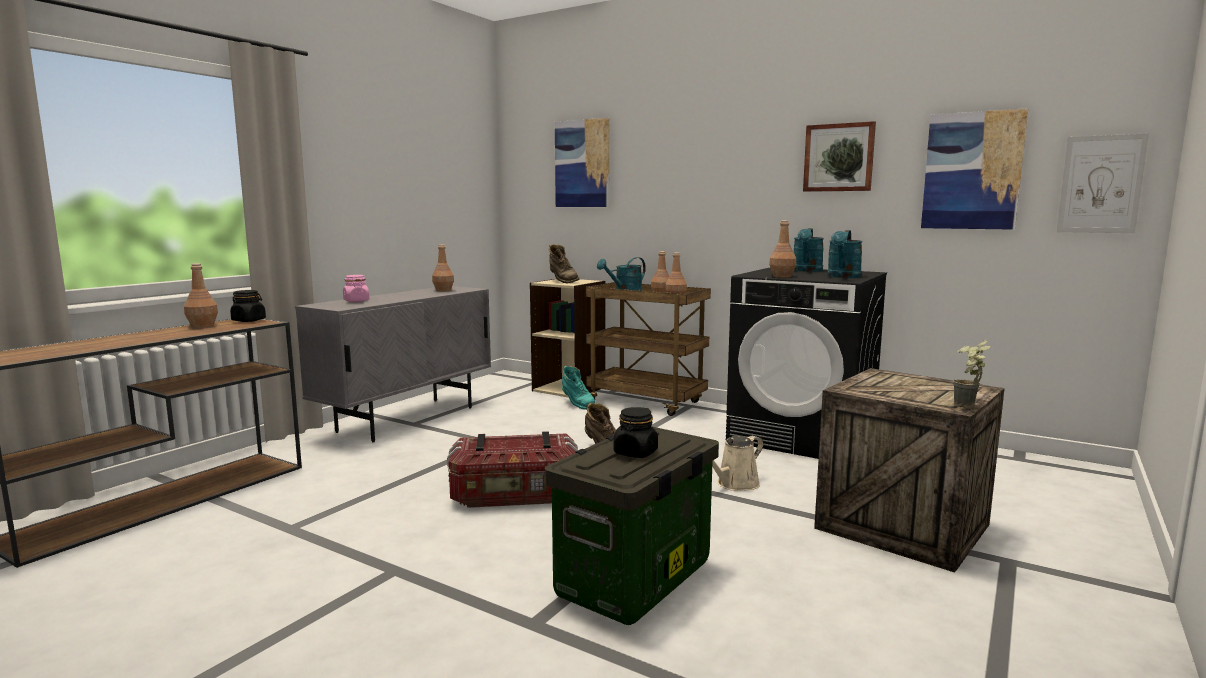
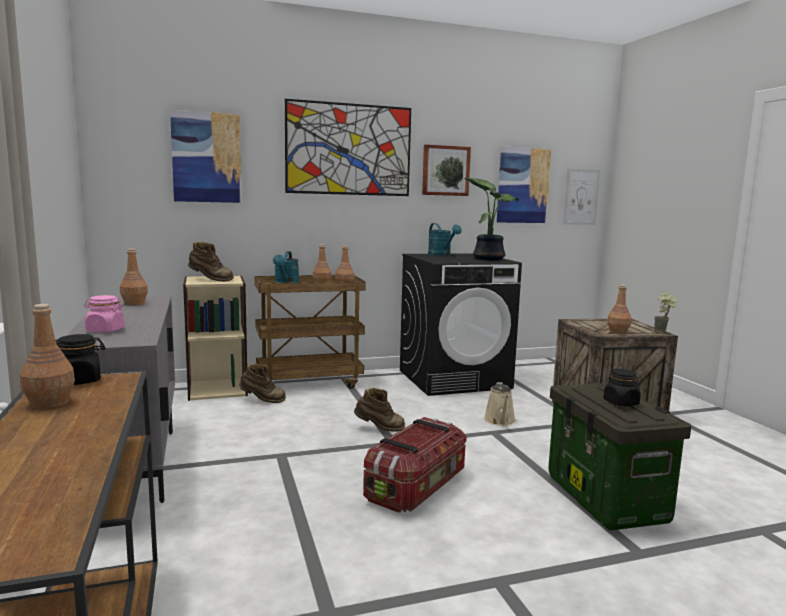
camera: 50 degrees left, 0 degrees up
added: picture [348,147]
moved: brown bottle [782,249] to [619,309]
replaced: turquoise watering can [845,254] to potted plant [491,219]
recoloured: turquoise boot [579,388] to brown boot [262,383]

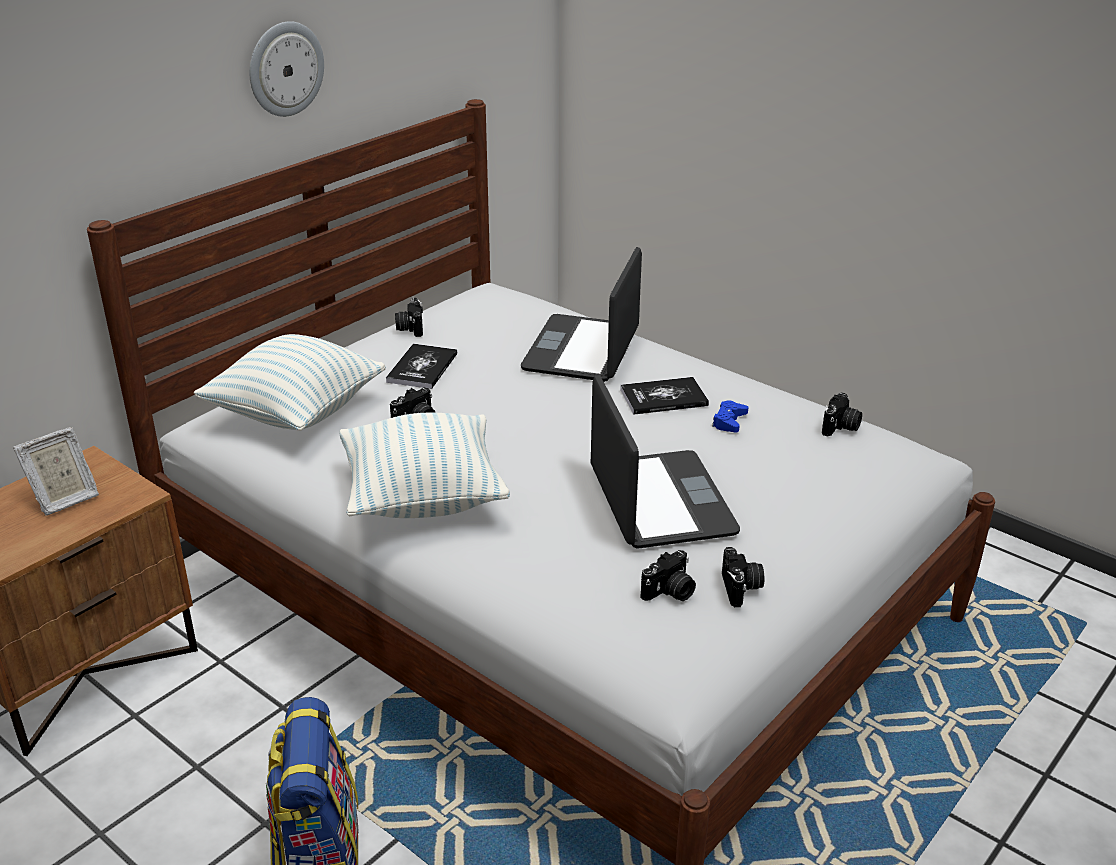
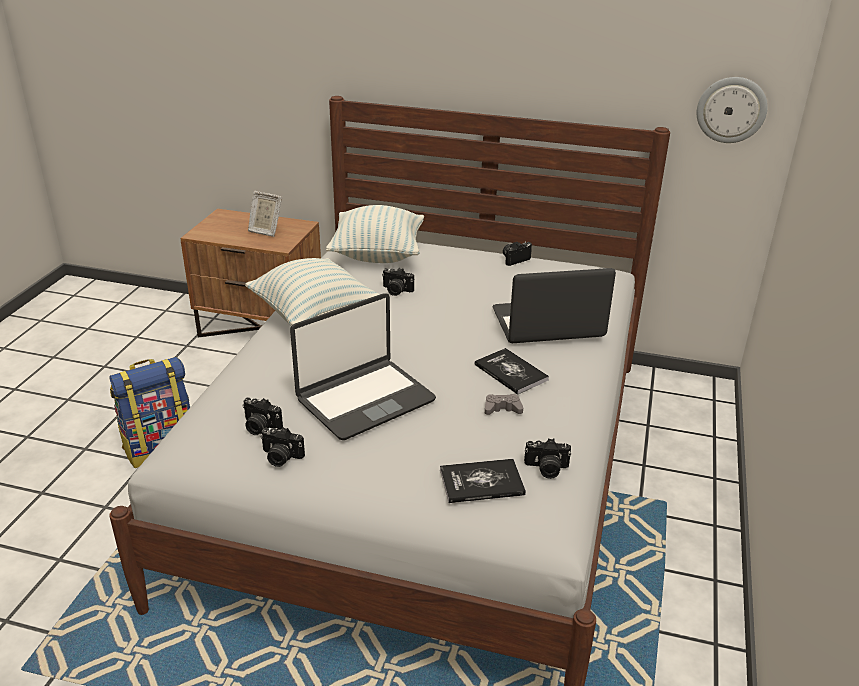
camera: 65 degrees right, 0 degrees up
moved: wall clock [287,69] to [732,110]; book [421,366] to [483,481]
recoloured: blue game controller [730,416] to grey game controller [504,404]
turned: photo camera [743,577] = [282,447] 45 degrees clockwise

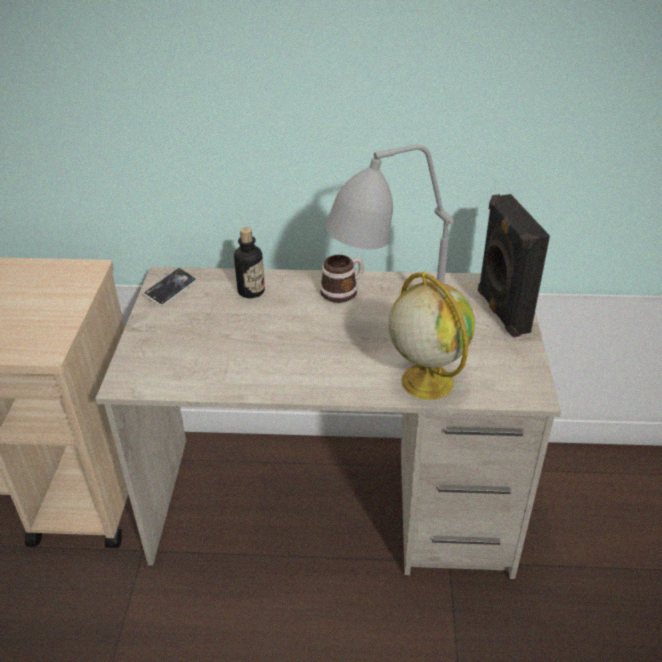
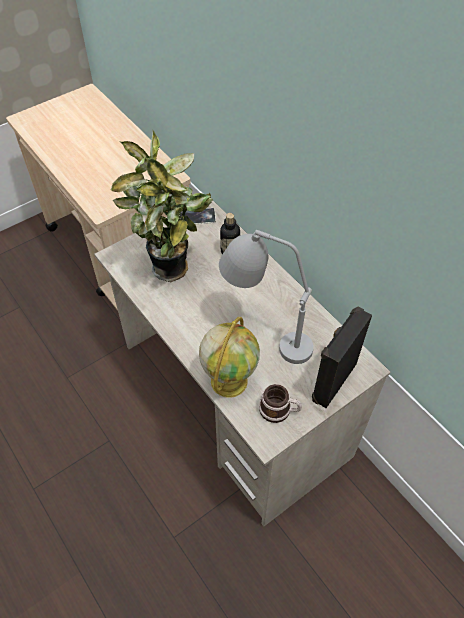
camera: 50 degrees right, 15 degrees up
added: potted plant [162,206]
moved: mug [342,279] to [280,403]

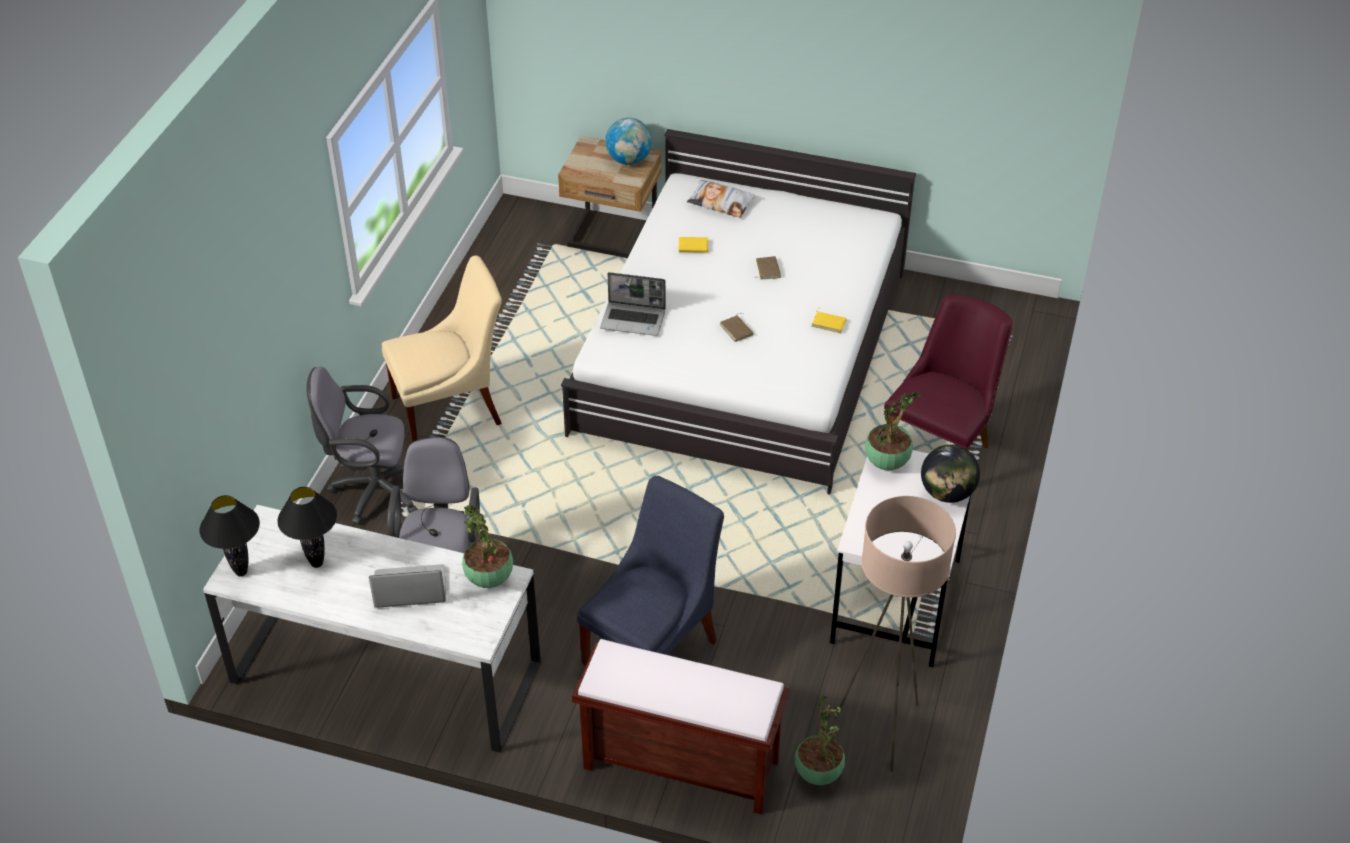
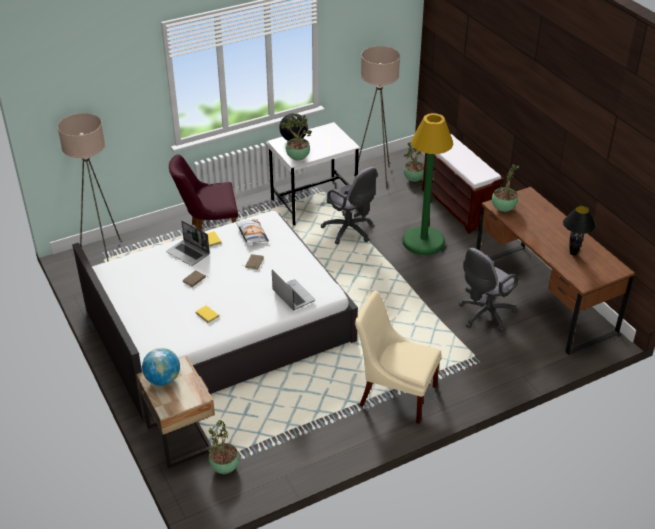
camera: 135 degrees left, 5 degrees down
removed: black table lamp [229,535]
added: beige floor lamp [89,187]; potted plant [223,447]
moved: grey office chair [362,446] to [349,206]; laptop [407,586] to [188,243]; pillow [721,199] to [252,232]
replaced: blue chair [650,571] to green floor lamp [428,184]
recoloured: white desk [372,629] to brown desk [555,271]

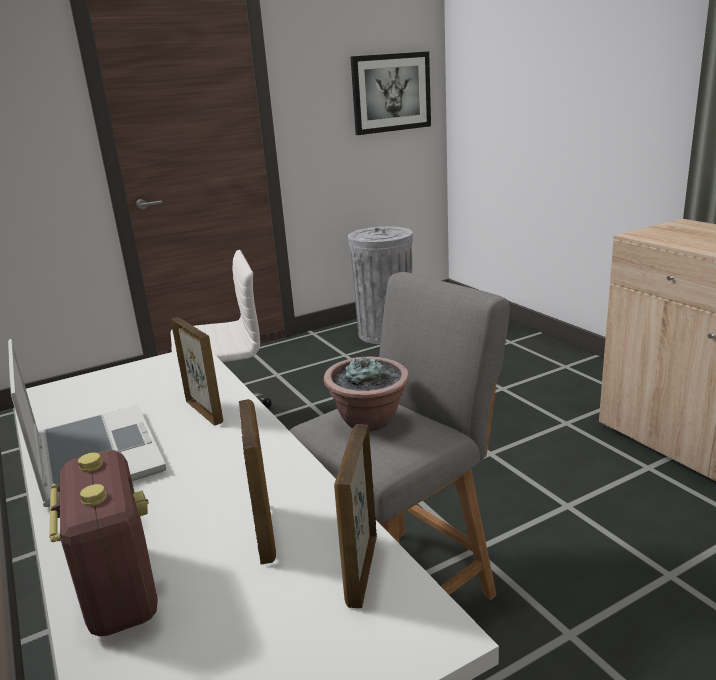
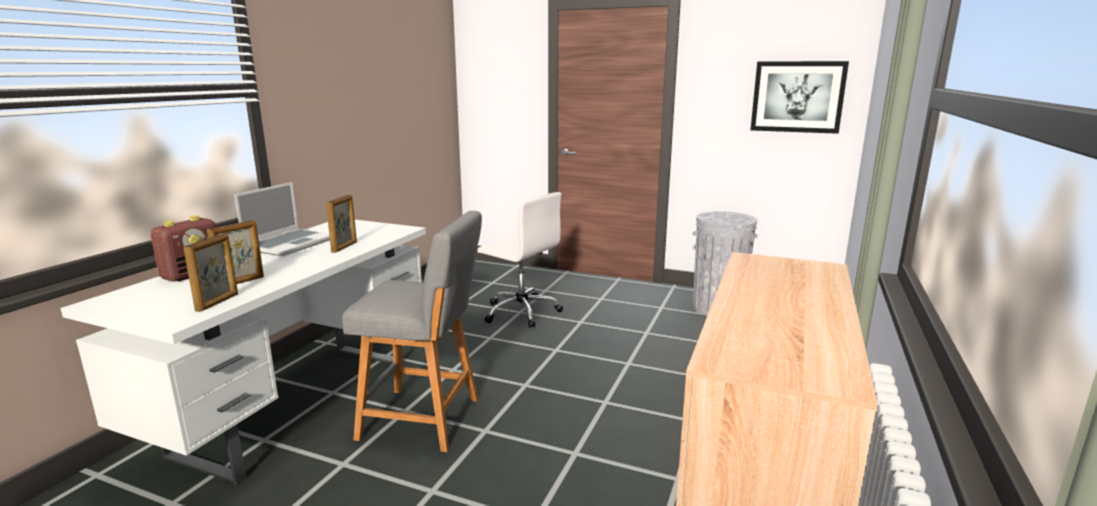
camera: 50 degrees right, 5 degrees down
removed: potted plant [366,394]
turned: picture frame [355,516] = [210,273] 135 degrees clockwise

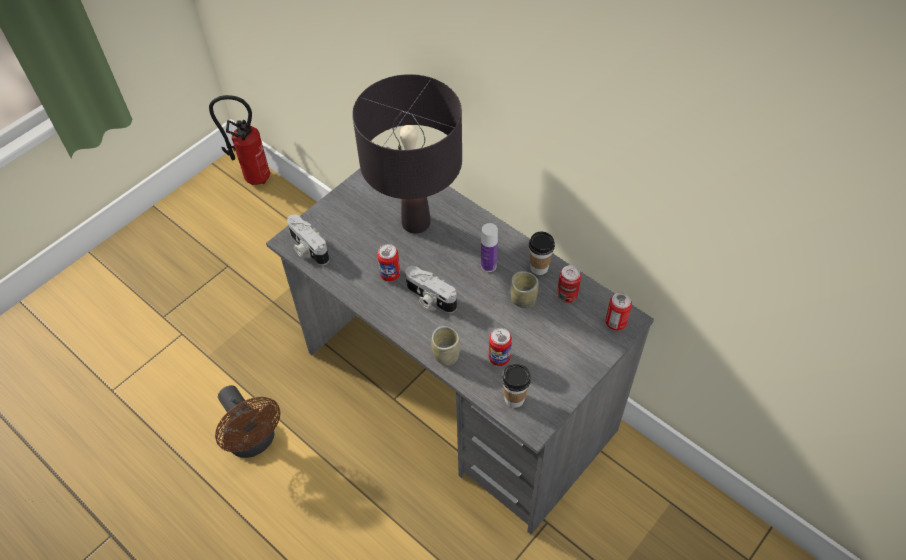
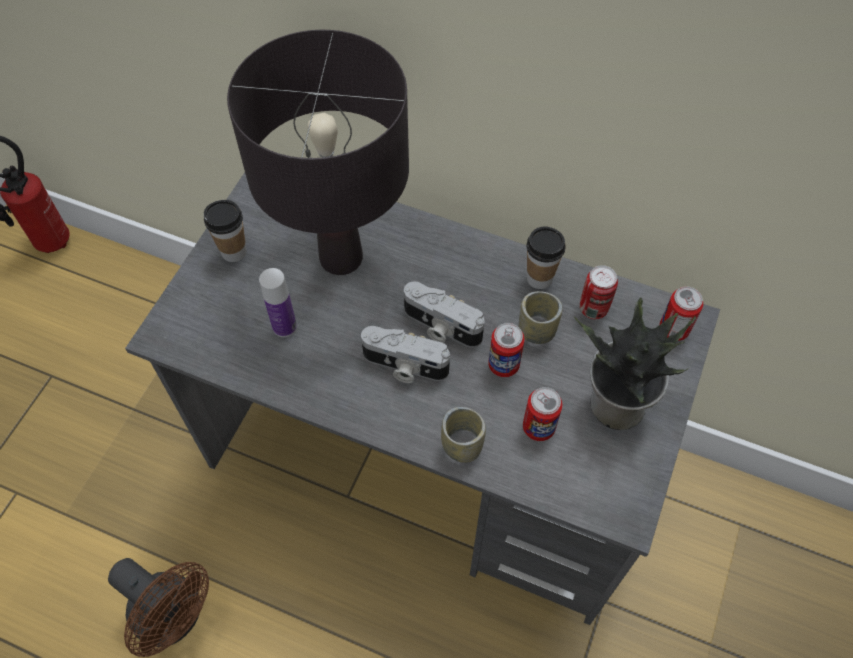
camera: 20 degrees left, 5 degrees up
added: potted plant [635,363]
moved: photo camera [308,239] to [444,315]; can [388,263] to [506,350]; bottle [489,247] to [278,302]; cup [516,386] to [225,231]

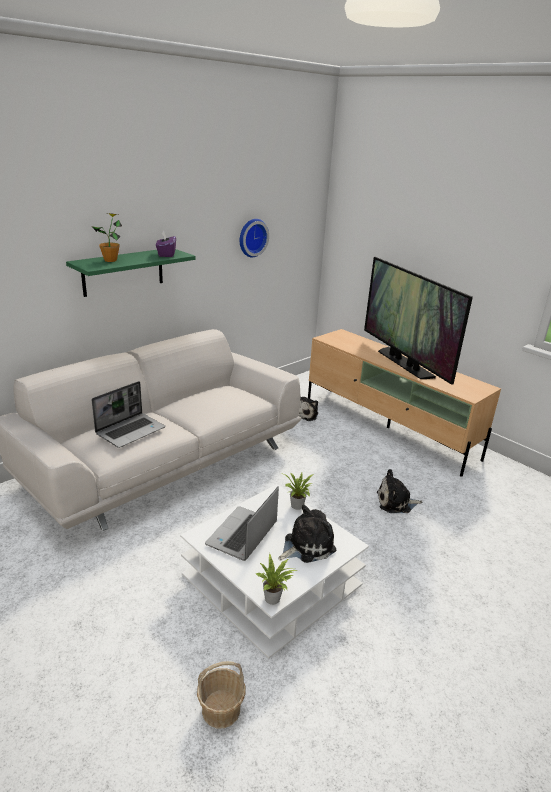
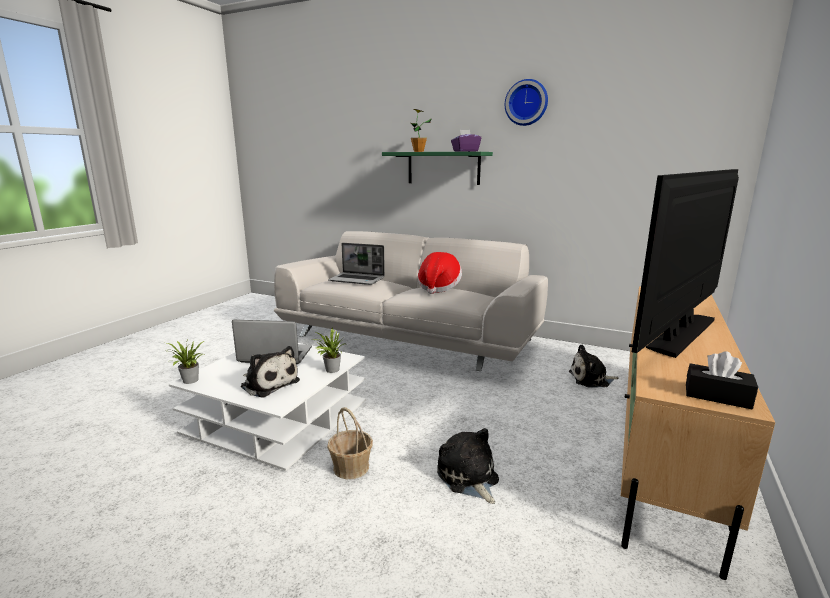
camera: 70 degrees right, 10 degrees down
added: hat [440,273]; black tissue box [722,380]
moved: basket [221,695] to [350,443]; wall clock [254,238] to [526,102]

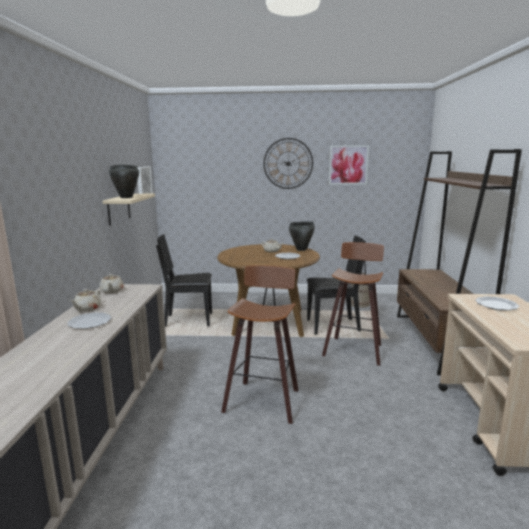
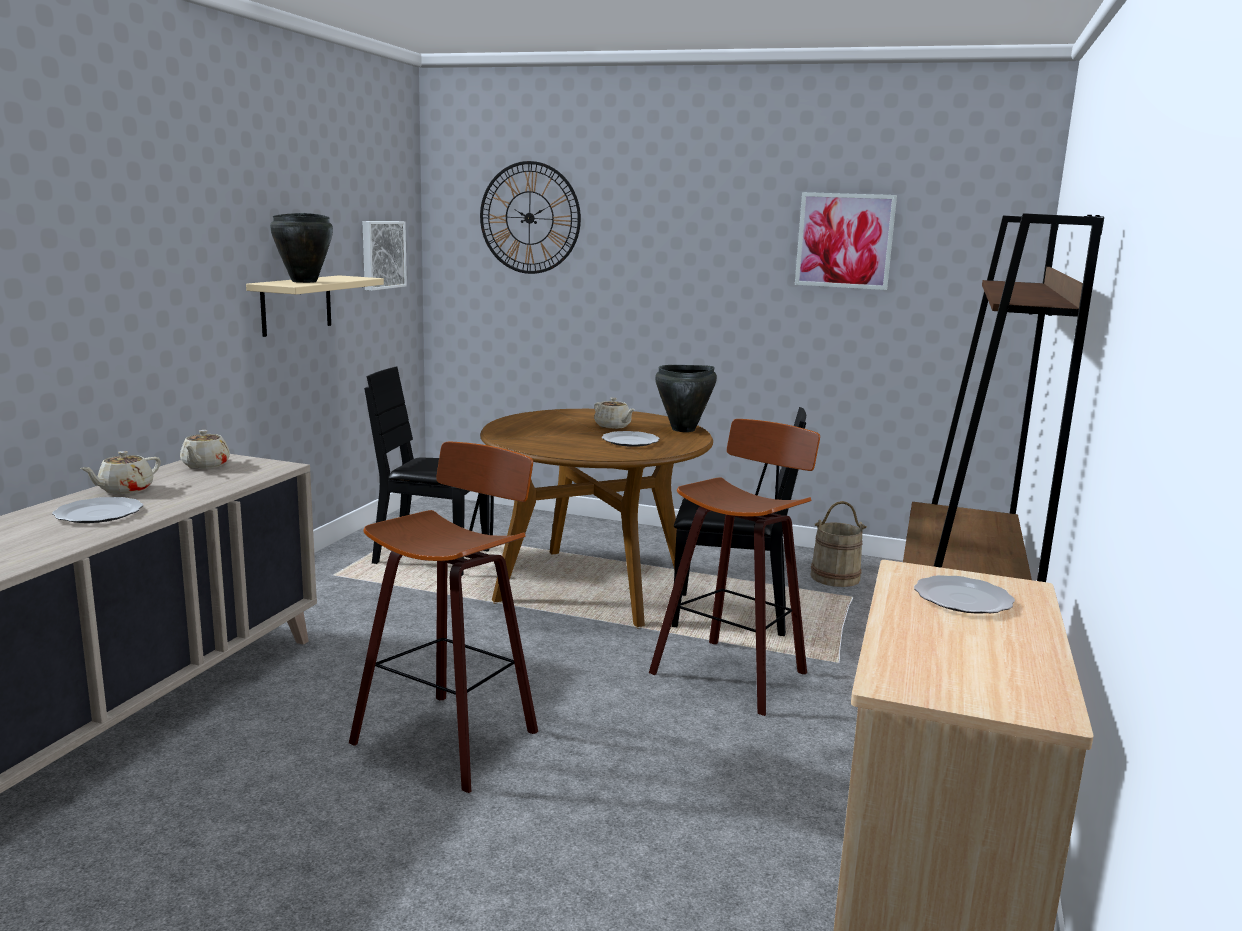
camera: 15 degrees right, 0 degrees up
moved: wall clock [288,163] to [530,217]

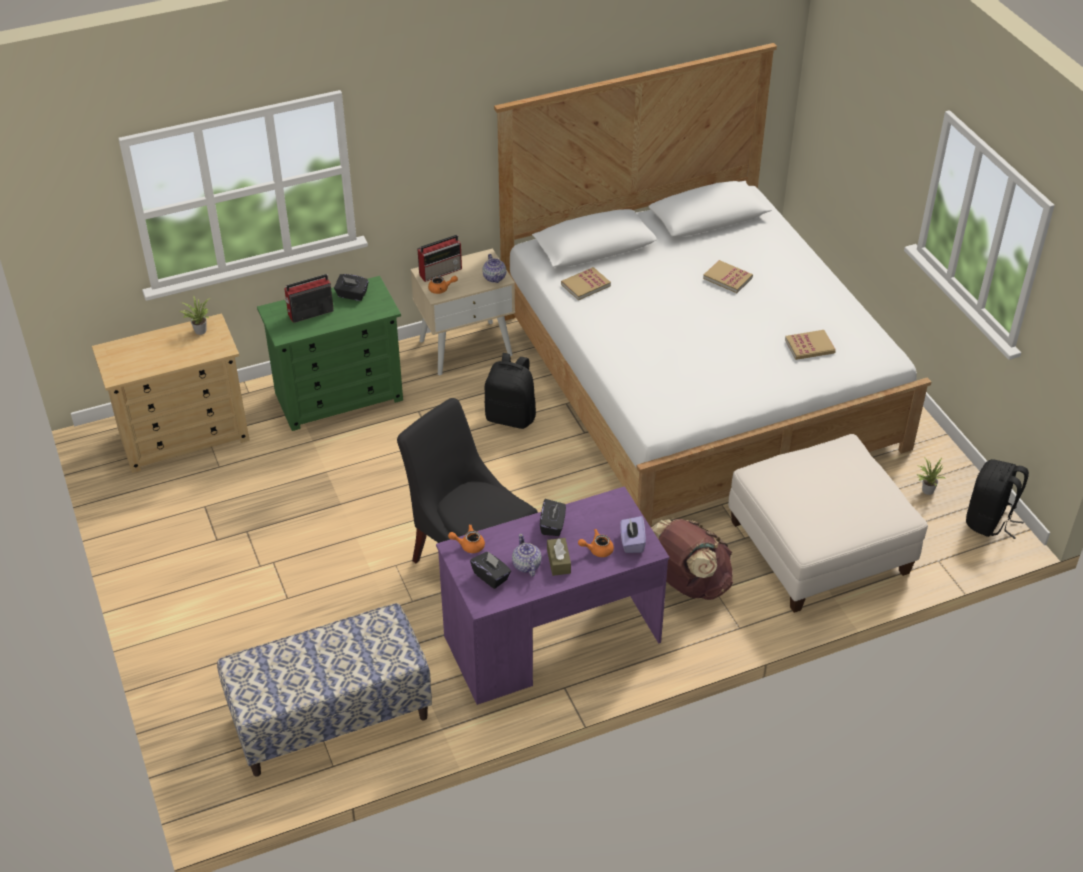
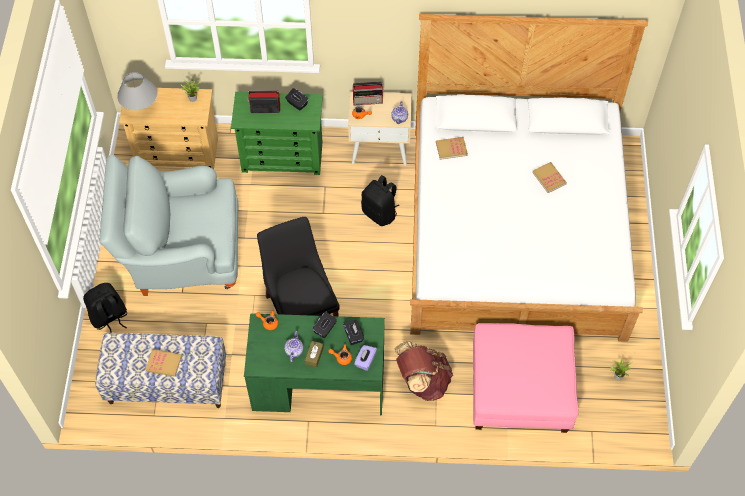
camera: 25 degrees right, 15 degrees up
added: grey armchair [169,225]; grey table lamp [137,91]
moved: black tissue box [490,570] to [353,332]; book [810,345] to [163,363]; black backpack [997,499] to [105,308]
recoloured: purple desk [553,595] to green desk [314,364]; white ottoman [828,523] to pink ottoman [525,378]

